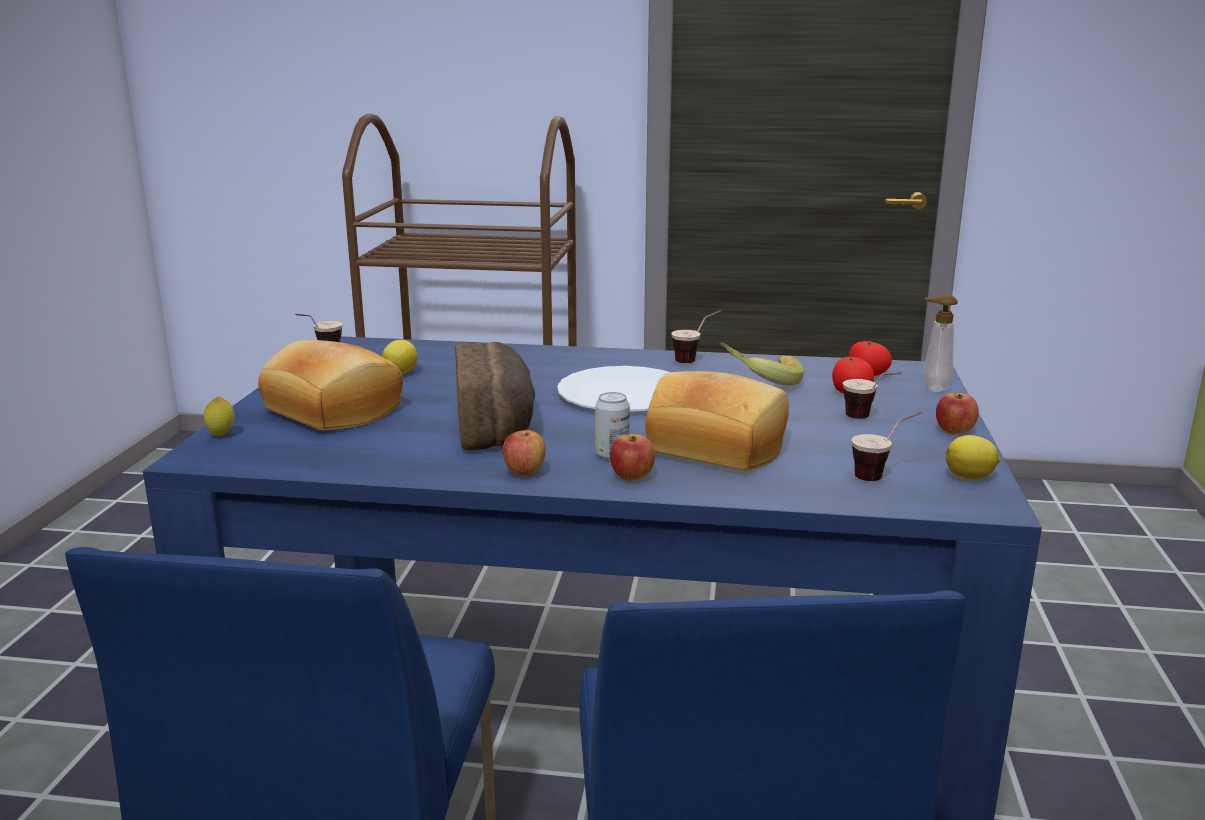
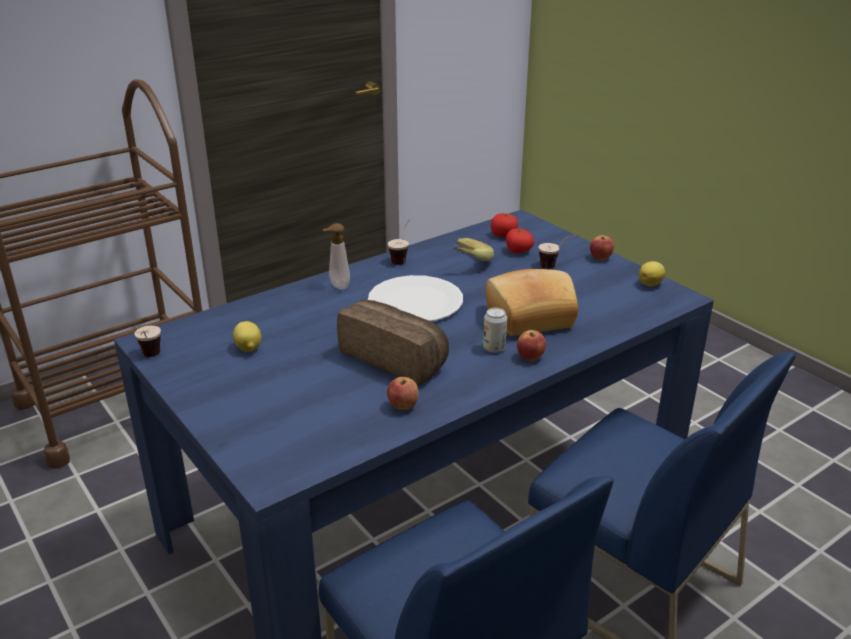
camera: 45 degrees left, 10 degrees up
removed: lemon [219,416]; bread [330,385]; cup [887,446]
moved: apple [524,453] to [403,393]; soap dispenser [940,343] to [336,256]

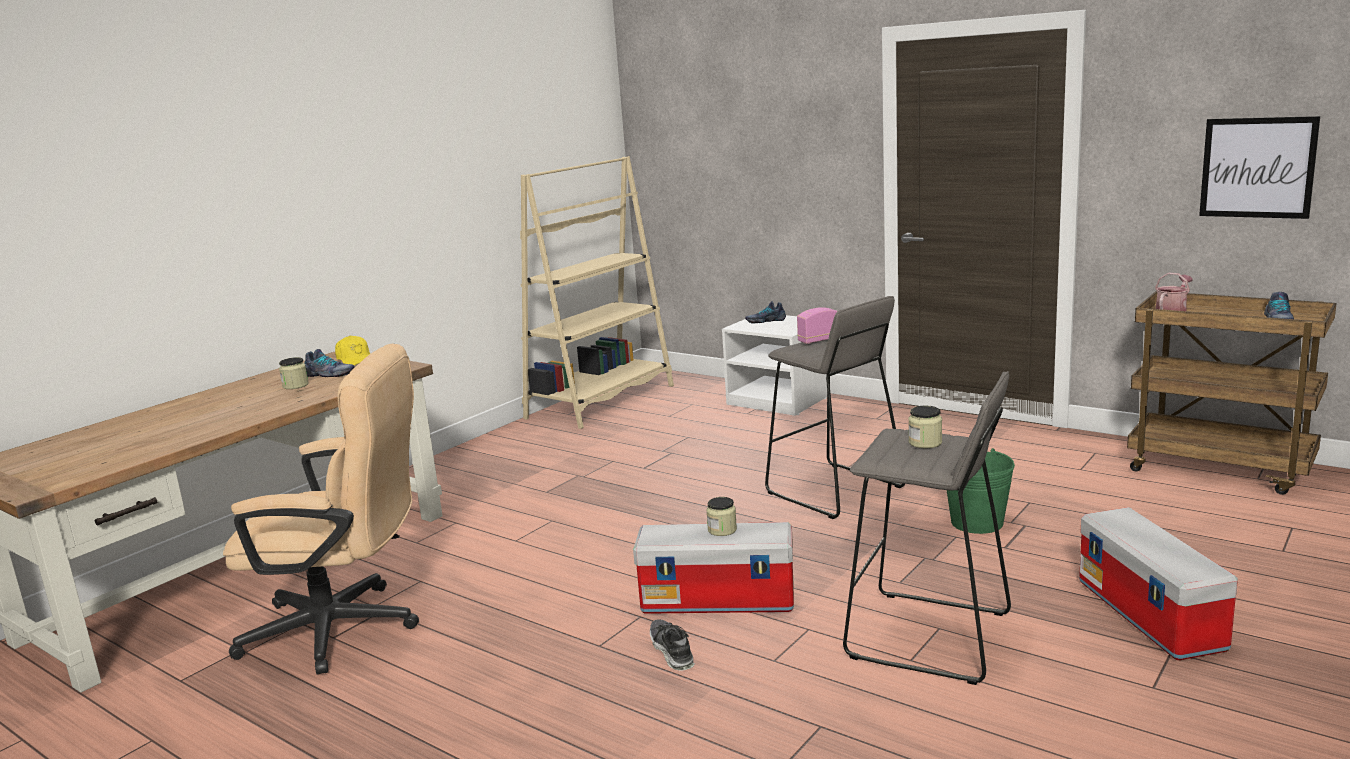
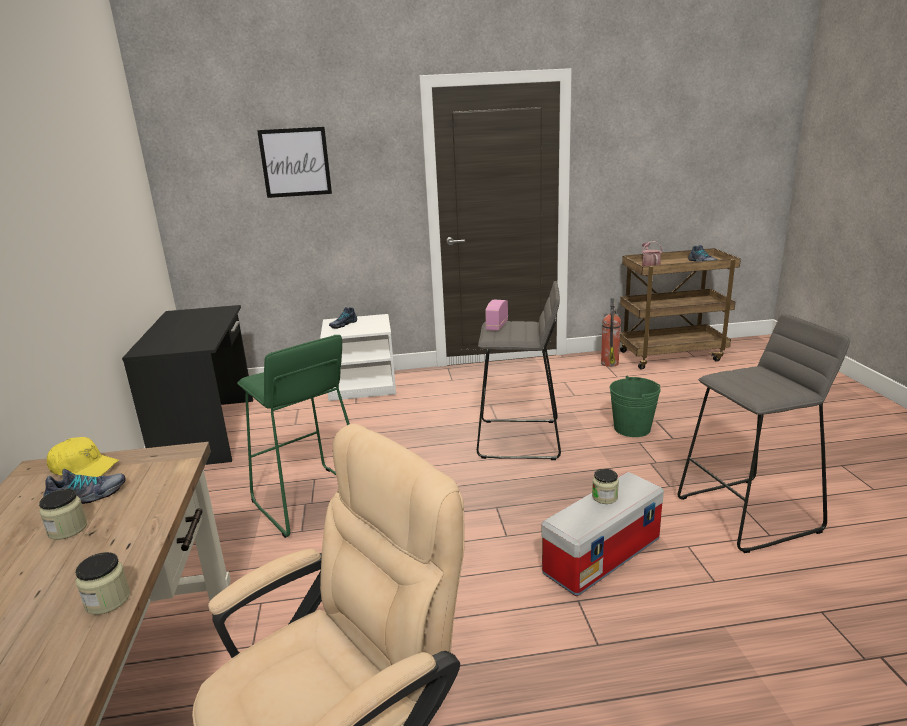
camera: 45 degrees left, 5 degrees up
removed: shoe [672,645]; storage box [1158,583]
added: green stool [293,436]; fire extinguisher [611,332]
moved: jar [925,427] to [102,583]; picture [1259,167] to [294,162]
replaced: beige bookcase [597,292] to black desk [187,385]

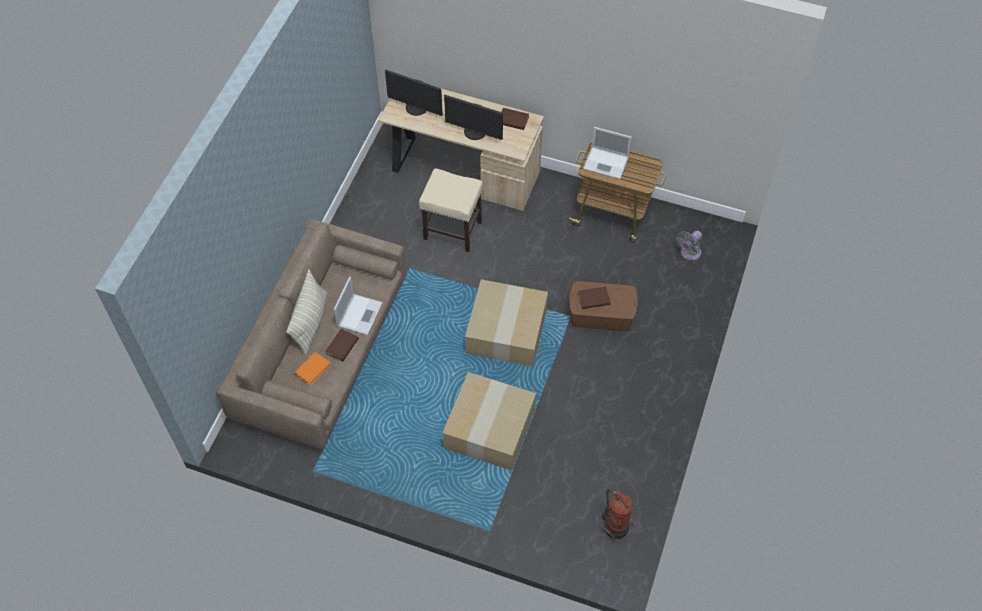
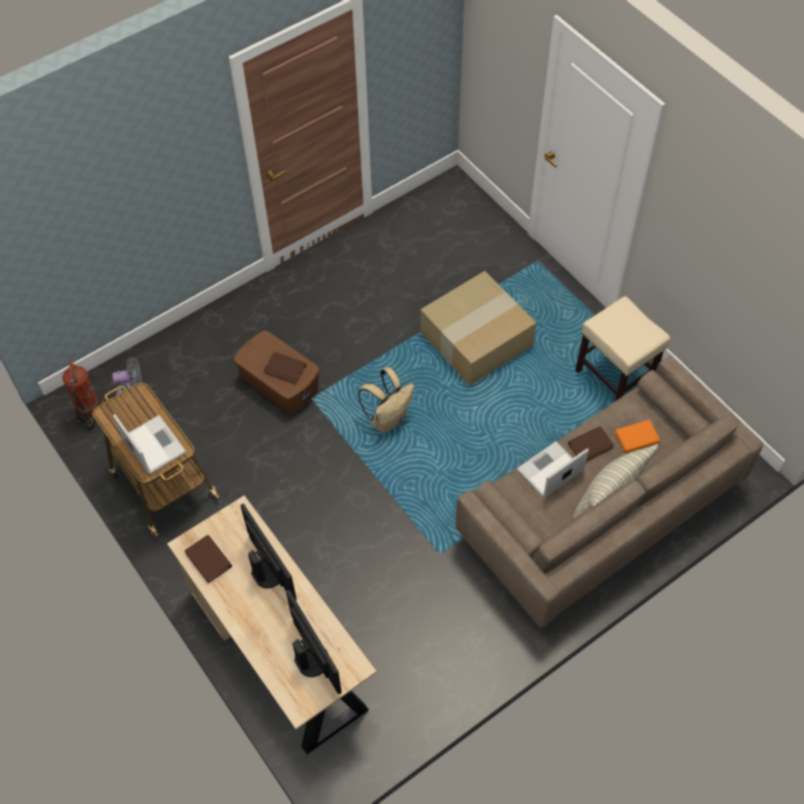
camera: 145 degrees left, 0 degrees up
moved: beige stool [451,210] to [622,348]; fire extinguisher [617,515] to [83,395]
replaced: cardboard box [506,323] to beige backpack [386,400]

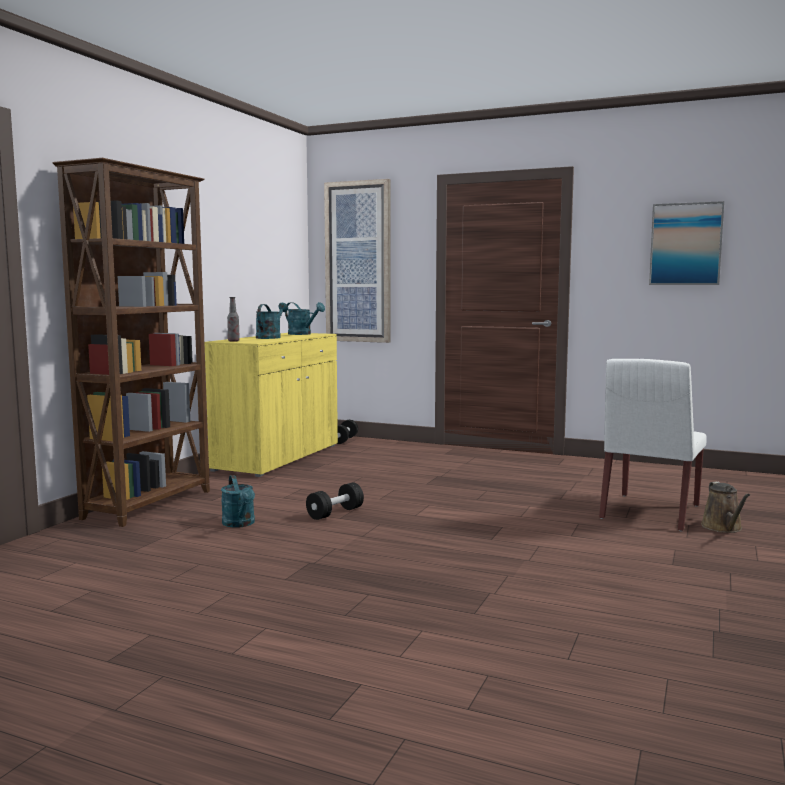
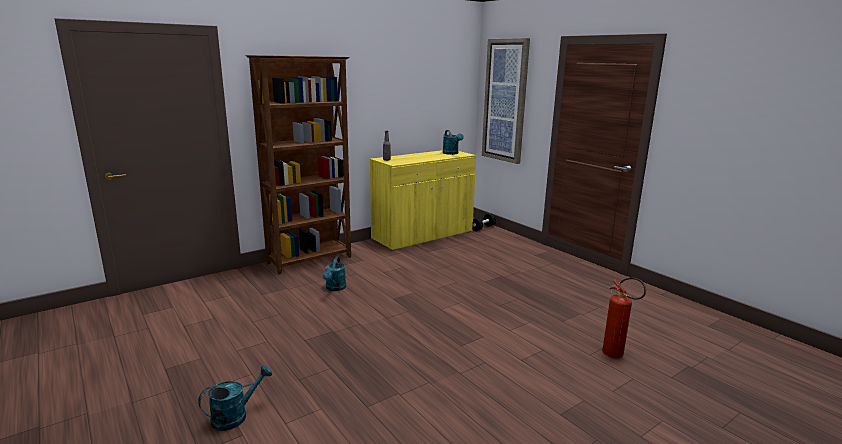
camera: 30 degrees right, 10 degrees up
removed: black dumbbell [335,501]; picture [686,243]; brown watering can [725,507]
moved: turquoise watering can [272,321] to [235,398]
replaced: white chair [653,445] to fire extinguisher [624,317]

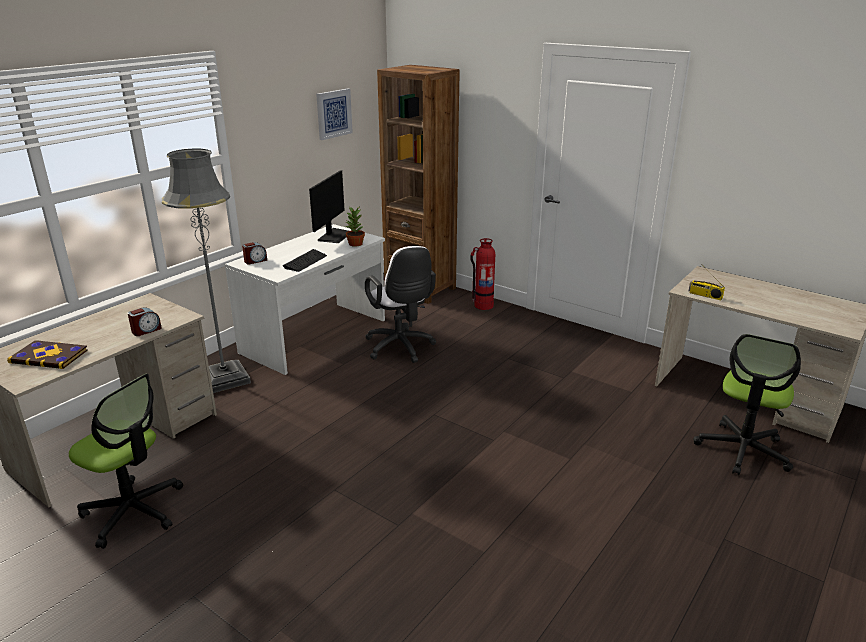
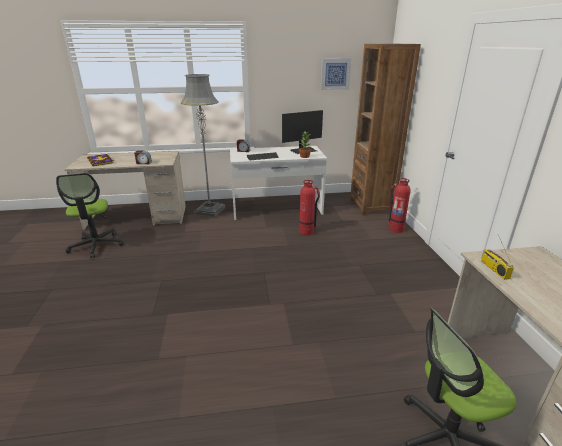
camera: 45 degrees right, 0 degrees up
replaced: white office chair [400,304] to fire extinguisher [309,207]

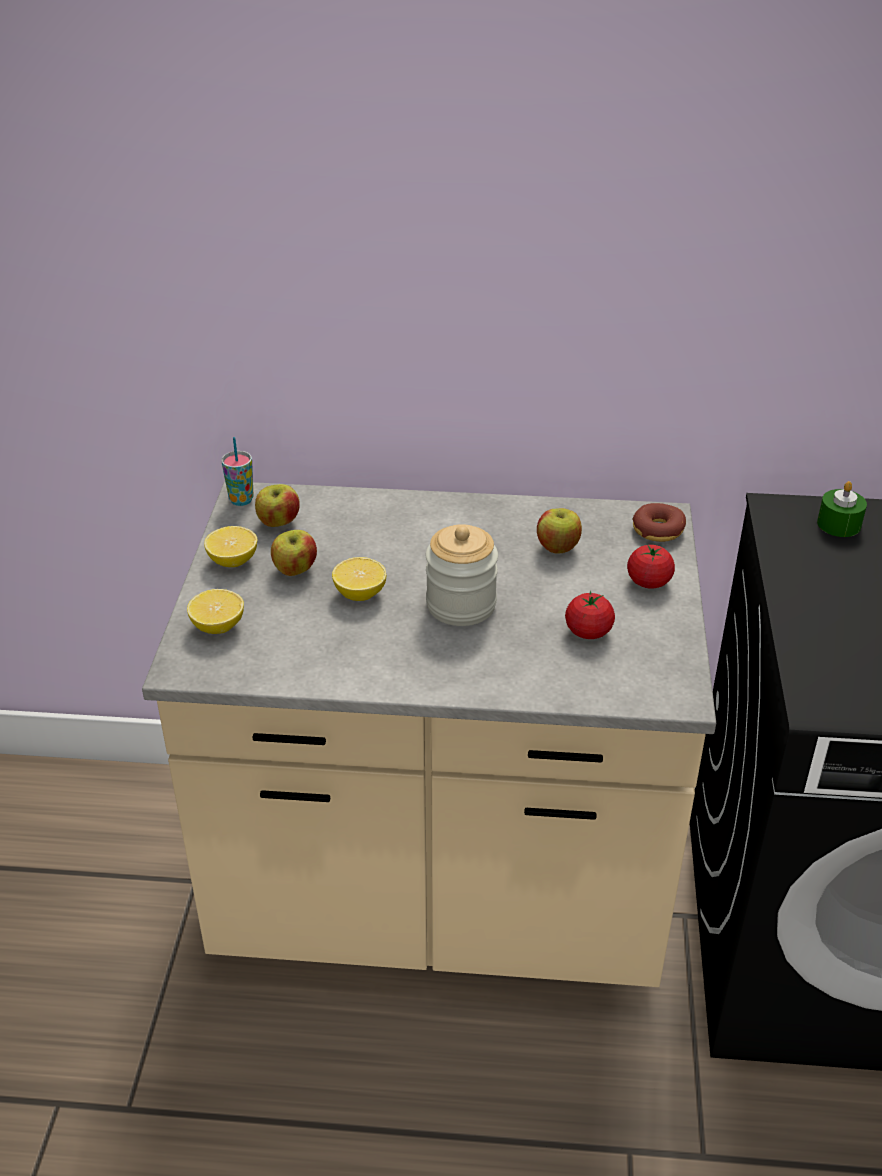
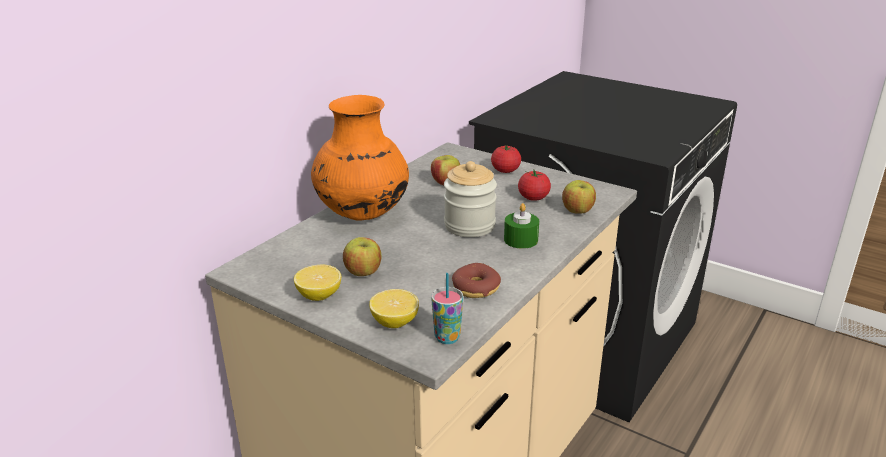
camera: 60 degrees left, 10 degrees down
removed: lemon [359,579]
added: orange vase [360,158]
moved: cup [237,471] to [447,308]; apple [277,505] to [579,197]; donut [659,522] to [476,280]; green candle [842,509] to [521,226]

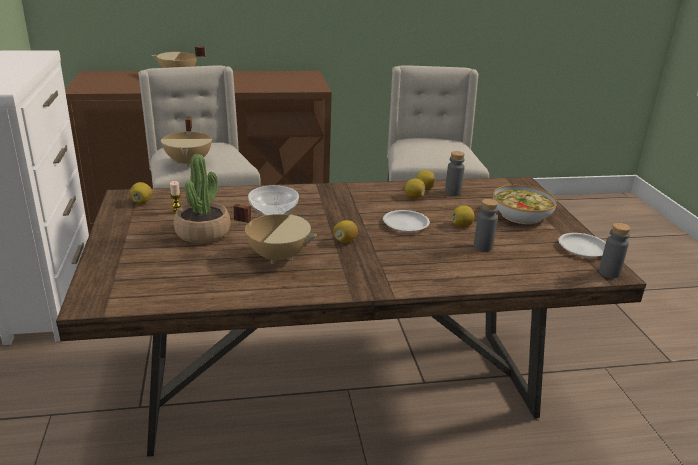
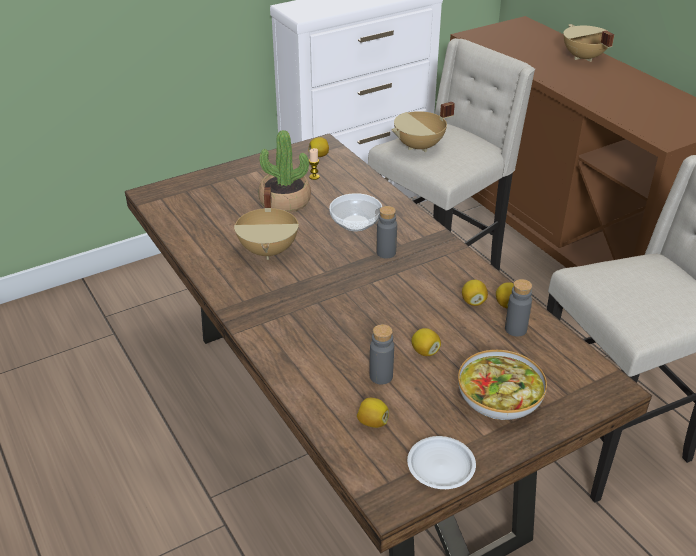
camera: 70 degrees right, 10 degrees up
removed: white plate [406,221]
moved: lemon [346,231] to [373,413]; grey bottle [615,250] to [386,232]

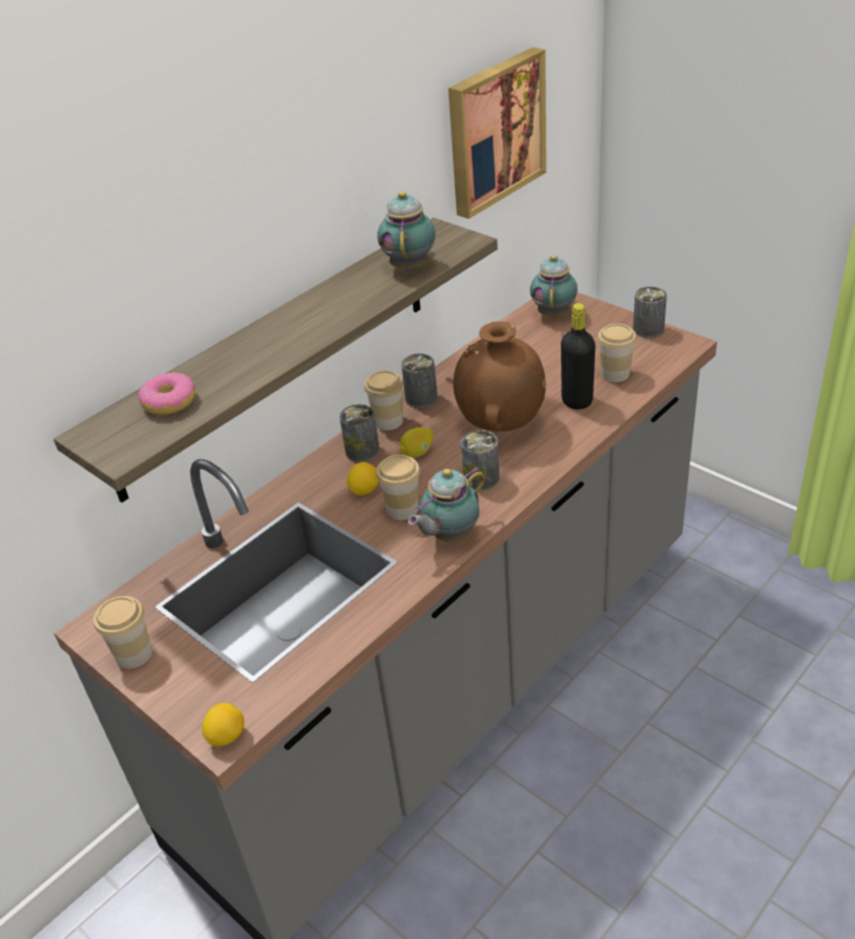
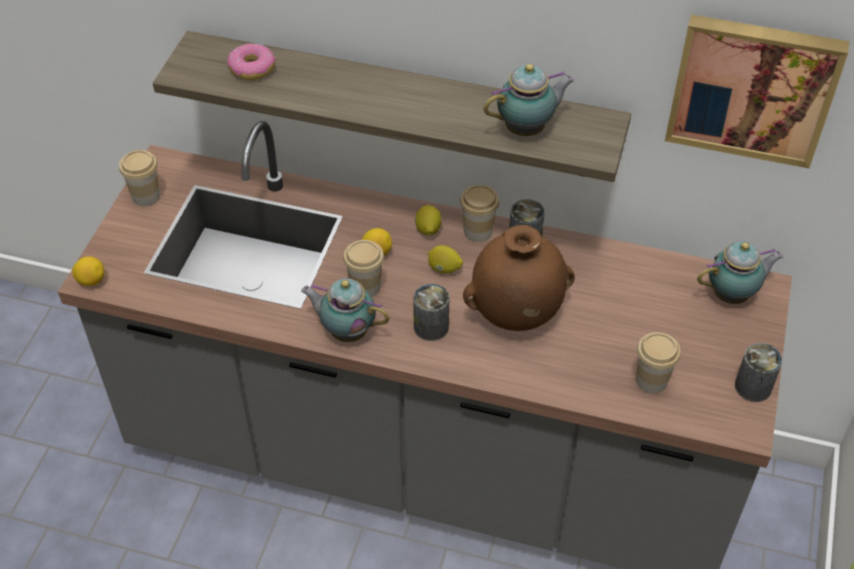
camera: 60 degrees right, 10 degrees up
removed: black bottle [578,356]
replaced: can [359,433] to lemon [428,220]

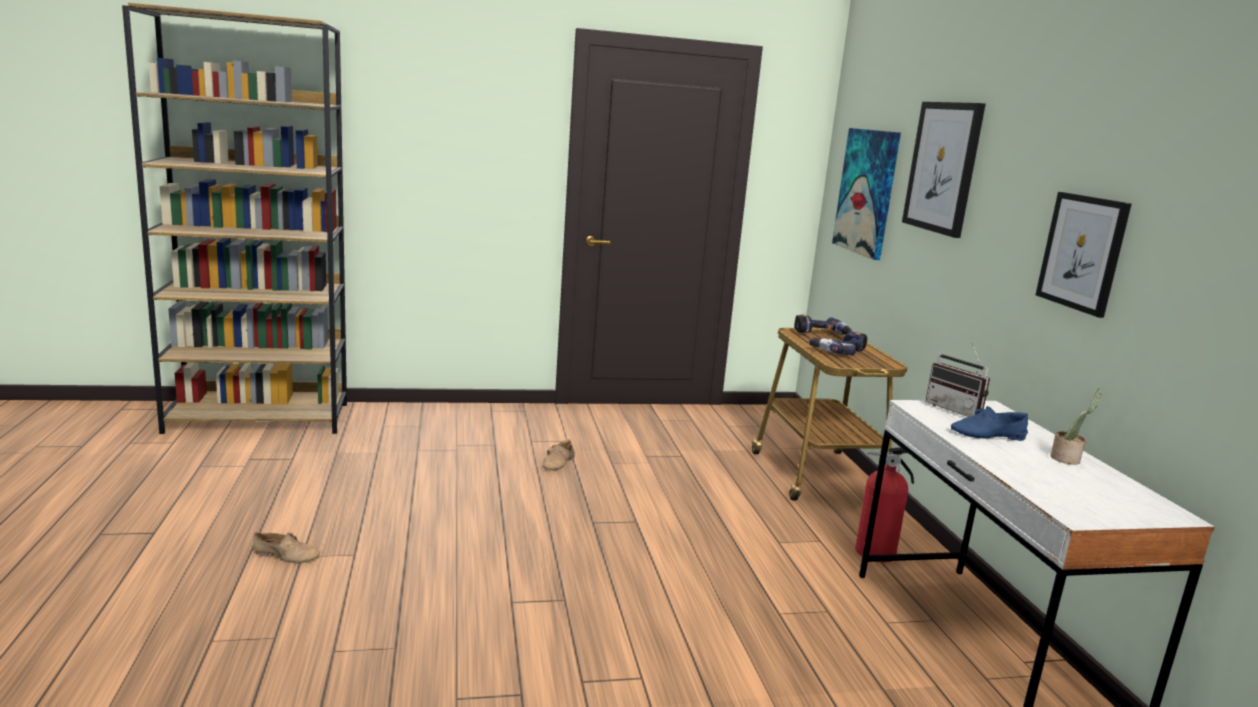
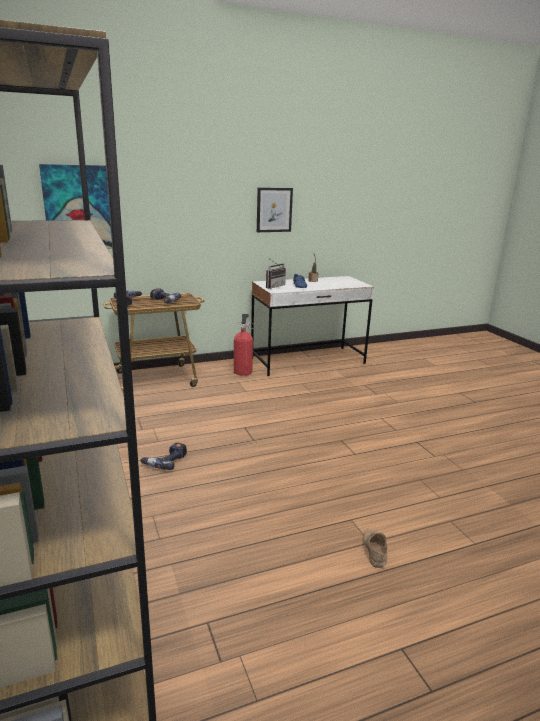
camera: 100 degrees left, 5 degrees up
removed: picture [944,170]
replaced: beige shoe [559,454] to power drill [163,456]

